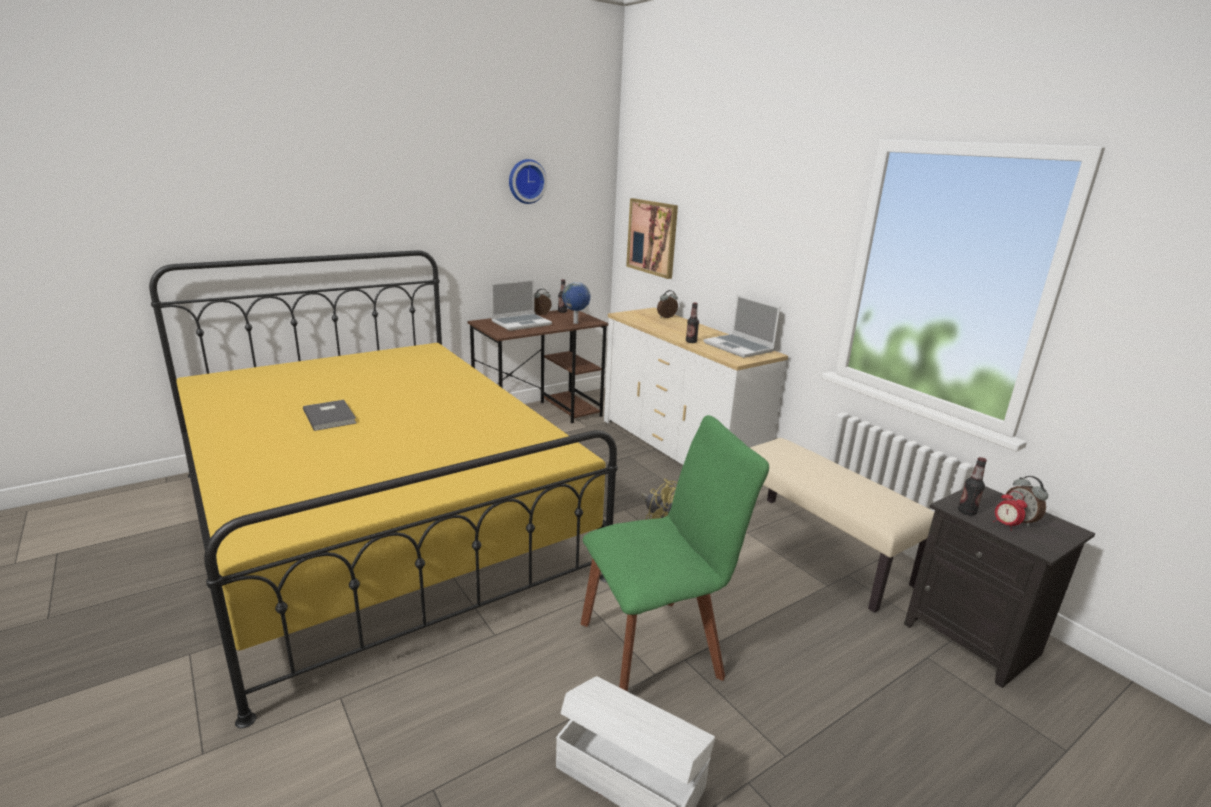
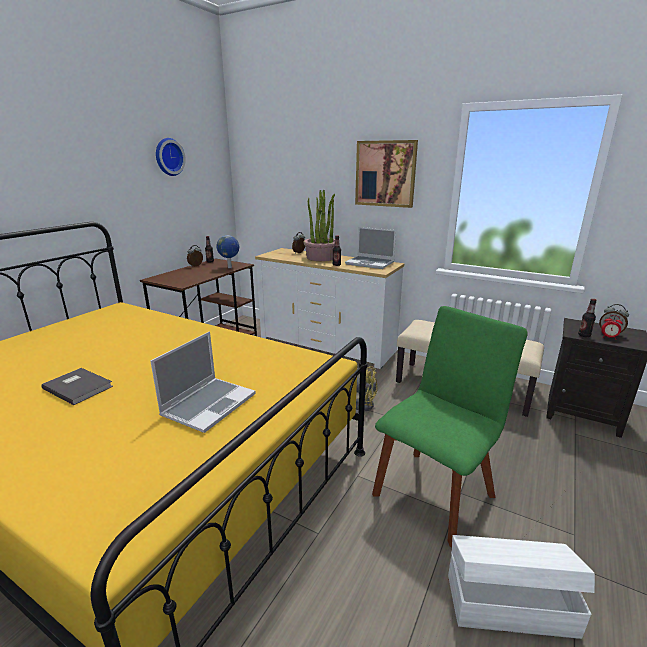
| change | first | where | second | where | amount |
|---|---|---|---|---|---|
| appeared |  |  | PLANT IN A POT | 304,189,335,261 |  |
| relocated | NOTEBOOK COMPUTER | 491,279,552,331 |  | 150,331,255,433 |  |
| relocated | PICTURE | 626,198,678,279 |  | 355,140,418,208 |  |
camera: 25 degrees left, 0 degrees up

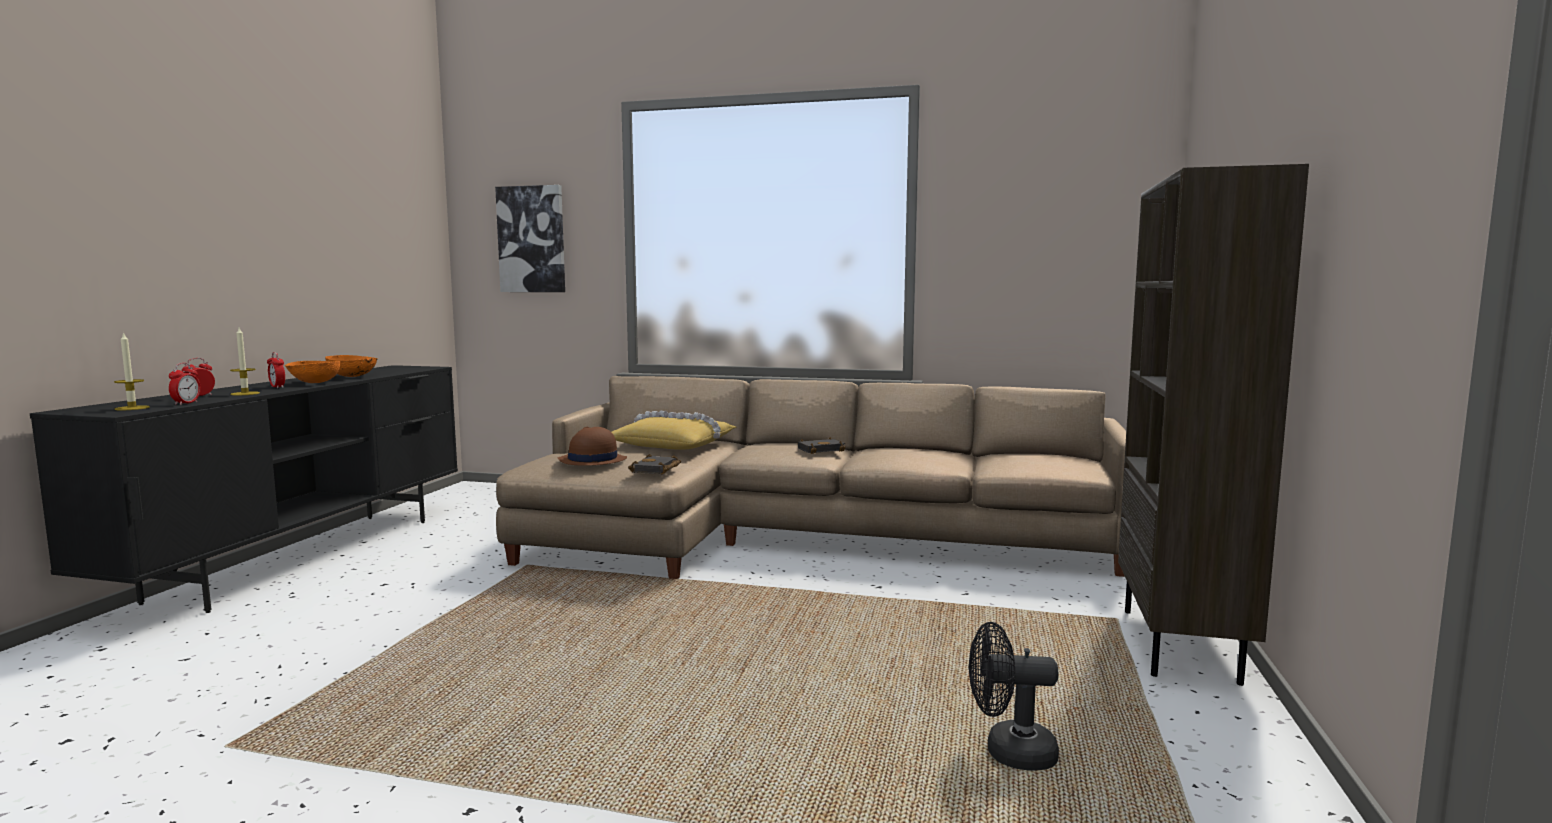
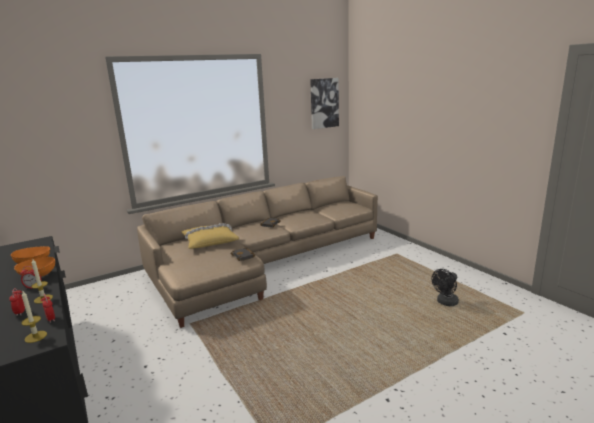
| change | first | where | second | where | amount |
|---|---|---|---|---|---|
| missing | BROWN WEARABLE HAT | 557,427,627,466 |  |  |  |
| missing | BROWN SHELVING UNIT | 1118,164,1309,686 |  |  |  |
| relocated | PICTURE | 495,185,565,292 |  | 310,78,339,129 |  |
camera: 45 degrees left, 10 degrees up

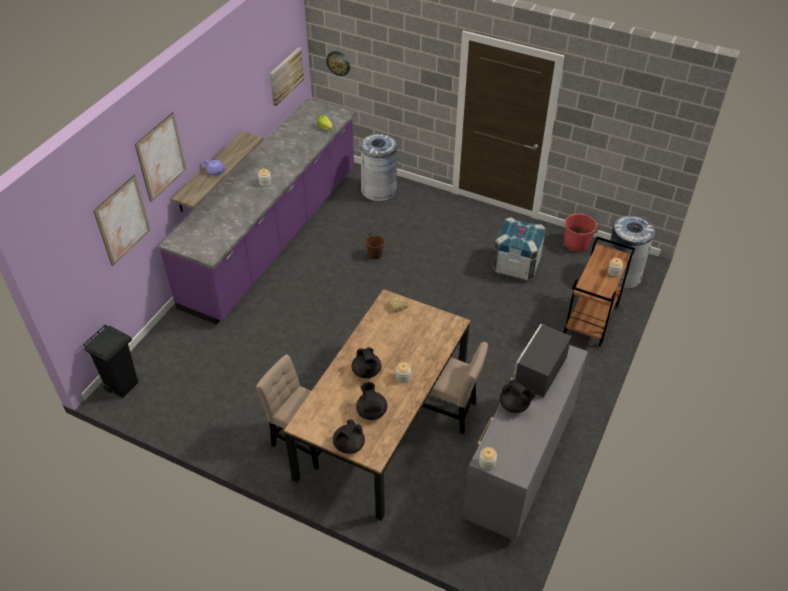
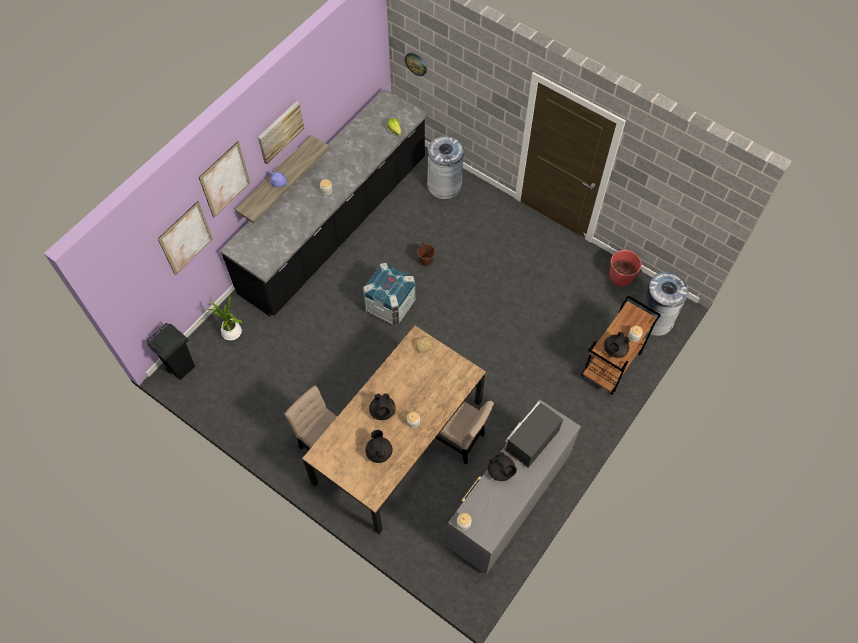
| change | first | where | second | where | amount |
|---|---|---|---|---|---|
| appeared |  |  | PLANT IN A POT | 206,297,243,340 |  |
| relocated | PICTURE | 270,47,304,106 |  | 258,101,304,164 |  |
| relocated | BLACK TEA POT | 333,419,365,454 |  | 604,332,630,358 |  |
| relocated | SHIPPING CRATE | 492,217,546,280 |  | 363,263,416,325 |  |
| colour | PURPLISH COUNTER | 159,98,355,325 | BLACK COUNTER | 220,89,428,316 |  |
camera: 10 degrees right, 15 degrees up

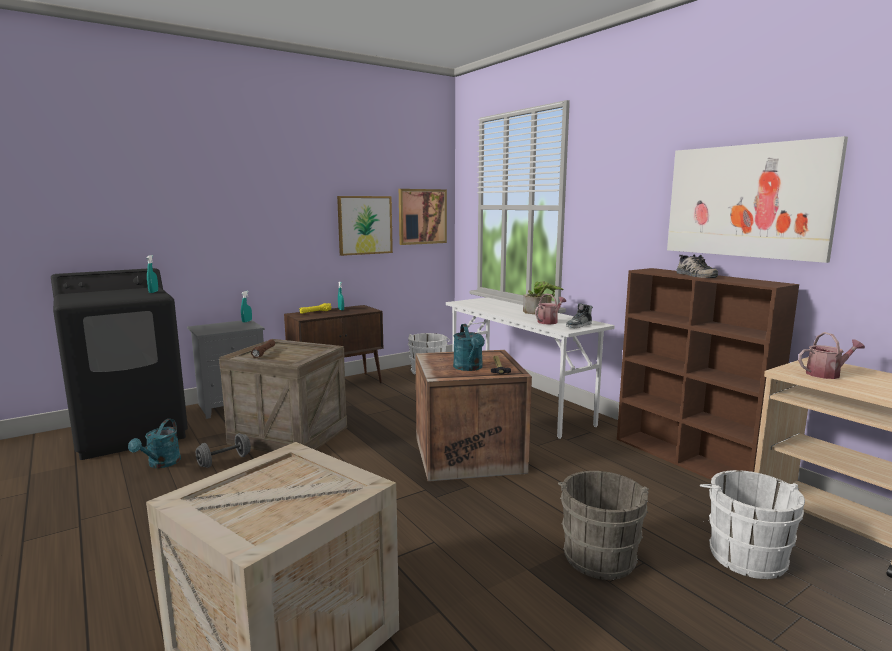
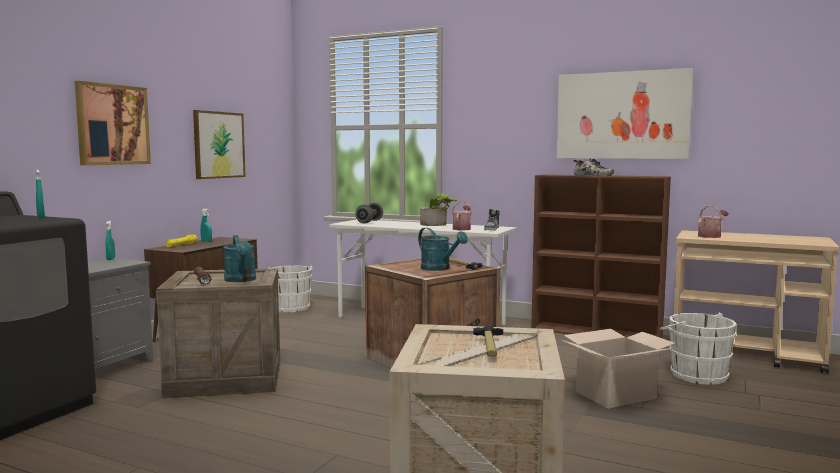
| change | first | where | second | where | amount |
|---|---|---|---|---|---|
| appeared |  |  | HAND HAMMER | 473,326,503,357 |  |
| relocated | TURQUOISE SPRINKLING CAN | 128,419,181,468 |  | 223,235,256,282 |  |
| relocated | GREYISH DUMBBELL | 196,433,251,468 |  | 355,203,383,223 |  |
| relocated | PICTURE | 399,189,447,245 |  | 75,81,151,165 |  |
| exchanged | GREYISH BUCKET | 558,471,649,580 | CARTON | 562,329,675,409 |  |
camera: 30 degrees left, 5 degrees down

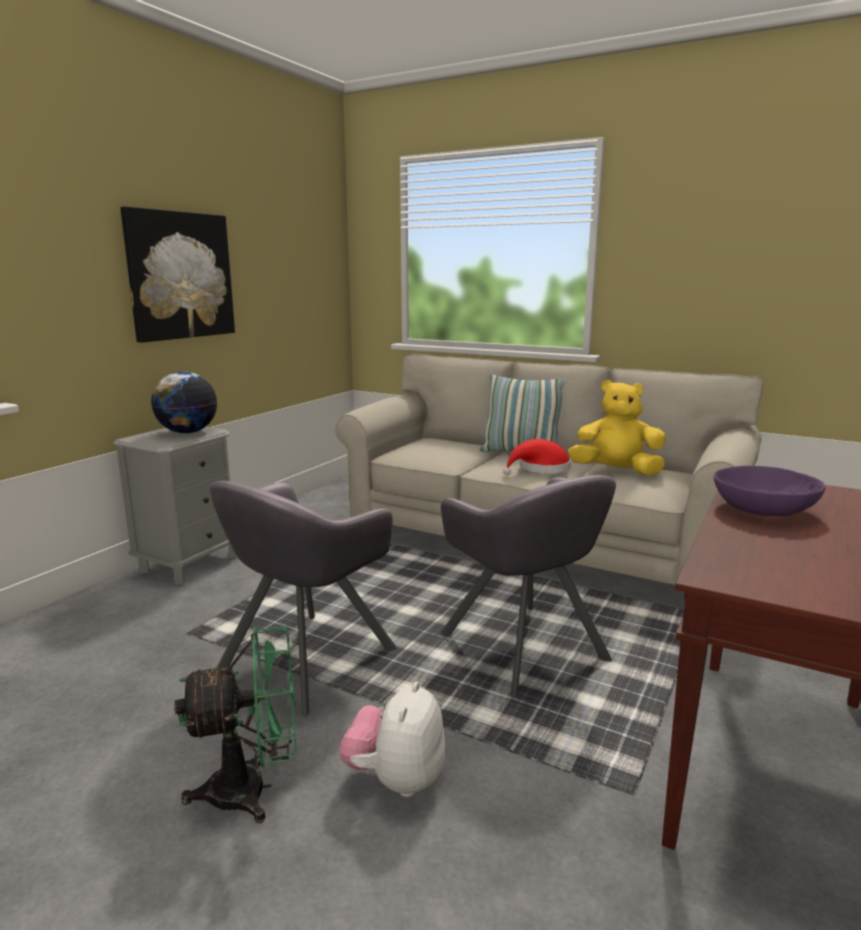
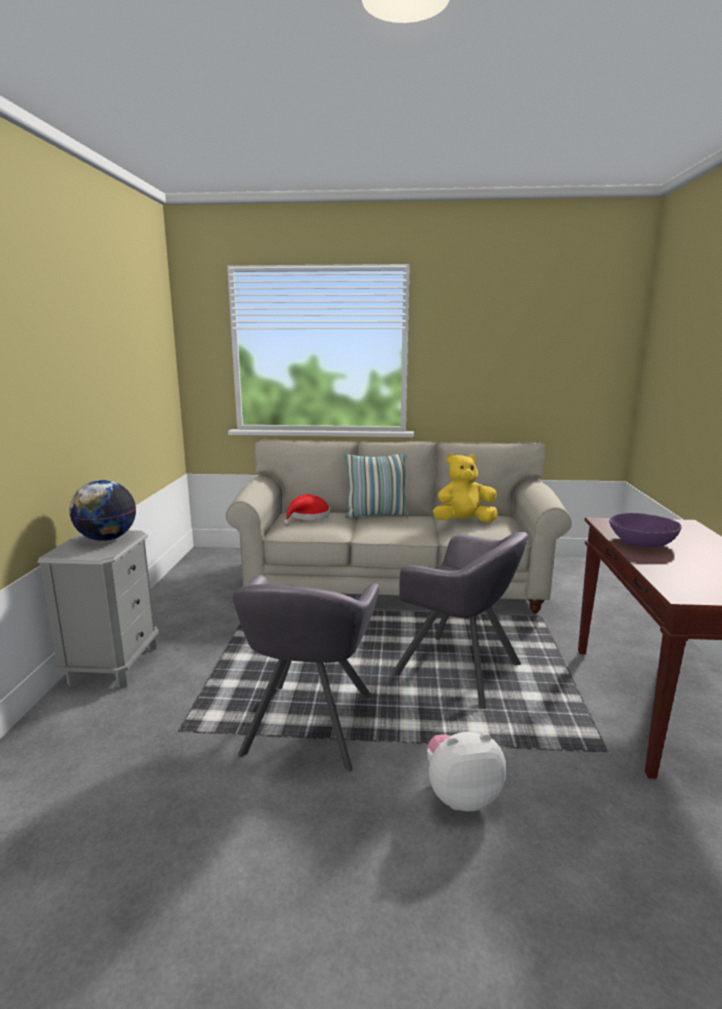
| change | first | where | second | where | amount |
|---|---|---|---|---|---|
| missing | PICTURE | 120,206,235,343 |  |  |  |
| missing | GREEN ELECTRIC FAN | 174,627,297,823 |  |  |  |
| relocated | REDDISH WEARABLE HAT | 503,439,571,475 |  | 284,494,330,525 |  |
| spun | SOFT TOY | 339,681,445,797 |  | 427,731,506,811 | 90 degrees clockwise |
camera: 25 degrees left, 0 degrees up

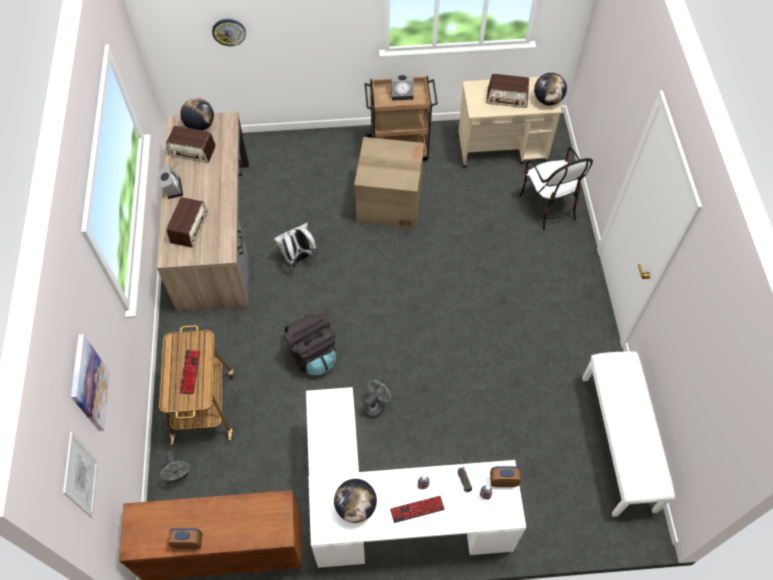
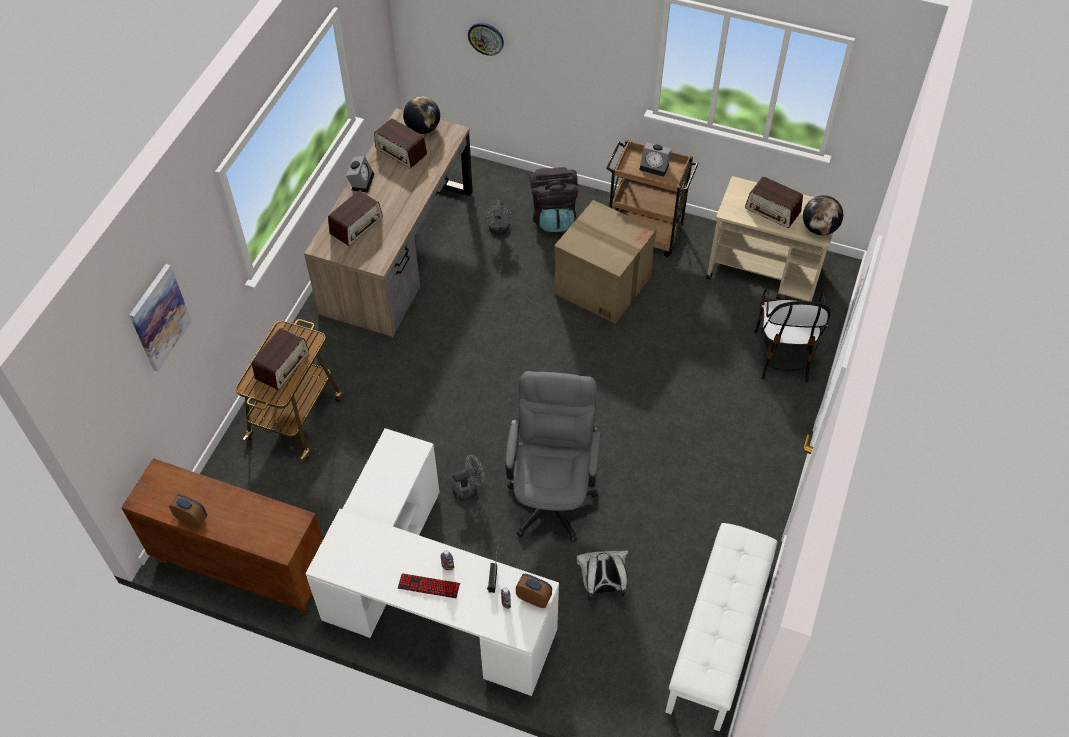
| change | first | where | second | where | amount |
|---|---|---|---|---|---|
| missing | PICTURE | 63,432,98,518 |  |  |  |
| missing | WORLD GLOBE | 334,479,377,523 |  |  |  |
| appeared |  |  | GREYISH OFFICE CHAIR | 505,371,601,542 |  |
| relocated | GREYISH ELECTRIC FAN | 160,451,190,481 |  | 484,200,512,235 |  |
| relocated | WHITE-COLOURED KNAPSACK | 274,223,317,267 |  | 576,551,628,601 |  |
| relocated | BLACK KNAPSACK | 284,314,336,376 |  | 530,167,578,232 |  |
| exchanged | KEYBOARD | 179,350,200,394 | RADIO | 252,328,309,390 |  |
camera: 25 degrees right, 5 degrees down

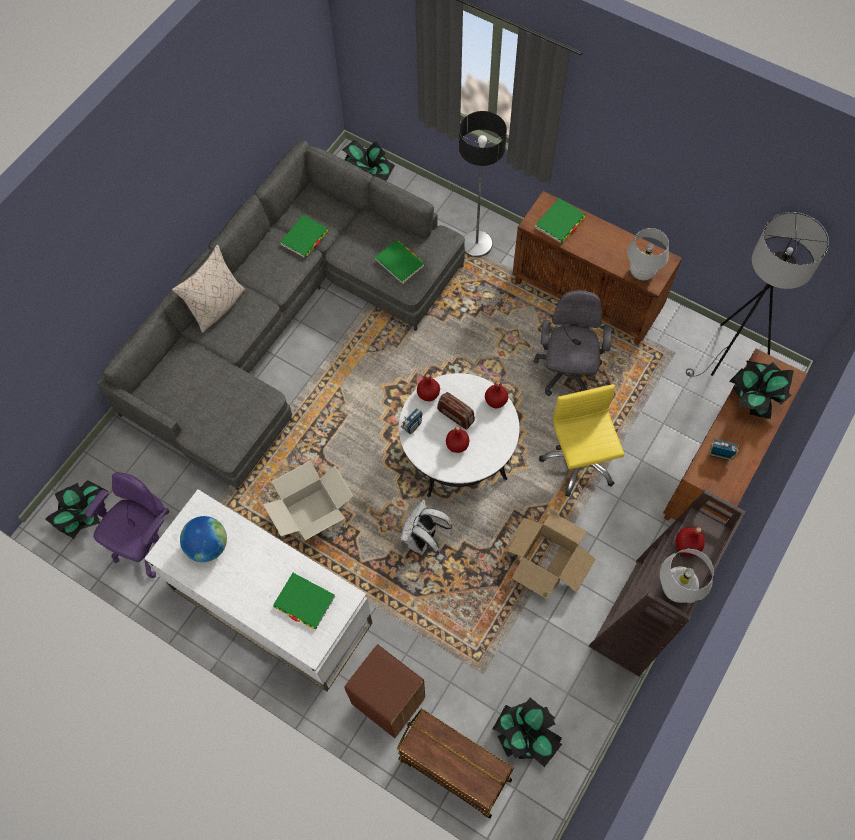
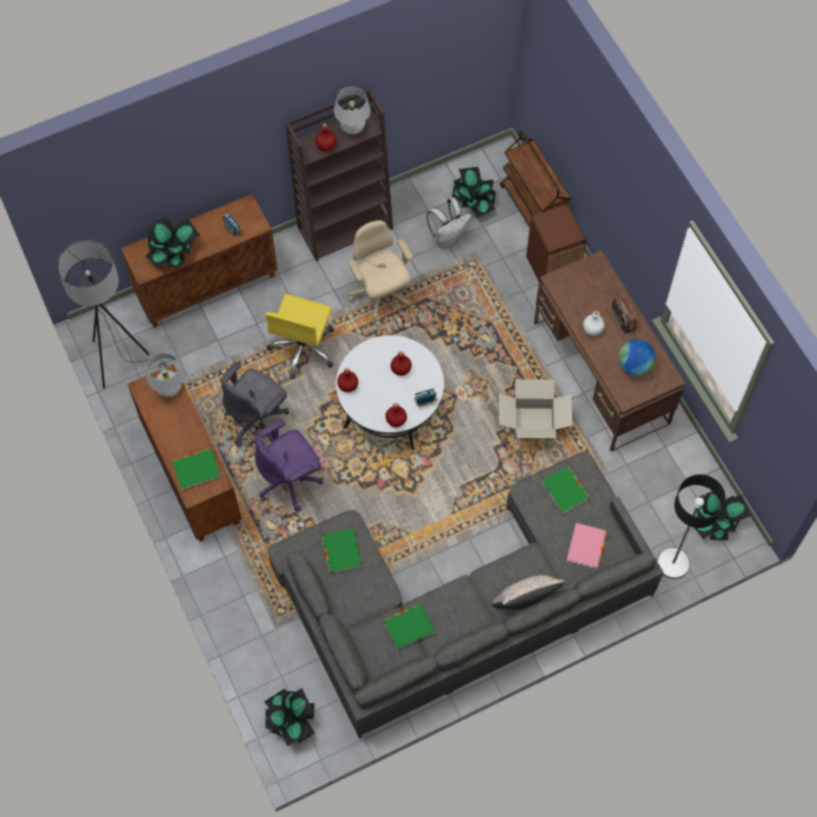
| change | first | where | second | where | amount |
|---|---|---|---|---|---|
| appeared |  |  | PINKISH VOLUME | 567,523,607,569 |  |
| appeared |  |  | WHITE-COLOURED BEVERAGE BOTTLE | 583,310,604,336 |  |
| relocated | PURPLISH OFFICE CHAIR | 85,472,169,578 |  | 255,419,323,512 |  |
| relocated | GREEN VOLUME | 273,573,335,629 |  | 542,466,589,514 |  |
| relocated | WHITE-COLOURED KNAPSACK | 401,499,452,557 |  | 427,198,472,249 |  |
| relocated | RADIO | 437,392,475,430 |  | 612,294,637,334 |  |
| relocated | STANDARD LAMP | 459,111,507,257 |  | 657,474,726,579 |  |
| exchanged | CARTON | 504,512,596,599 | BEIGE OFFICE CHAIR | 348,220,413,322 |  |
| colour | WHITE-COLOURED DESK UNIT | 144,489,372,691 | BROWN DESK UNIT | 534,250,686,451 |  |
camera: 150 degrees left, 0 degrees up

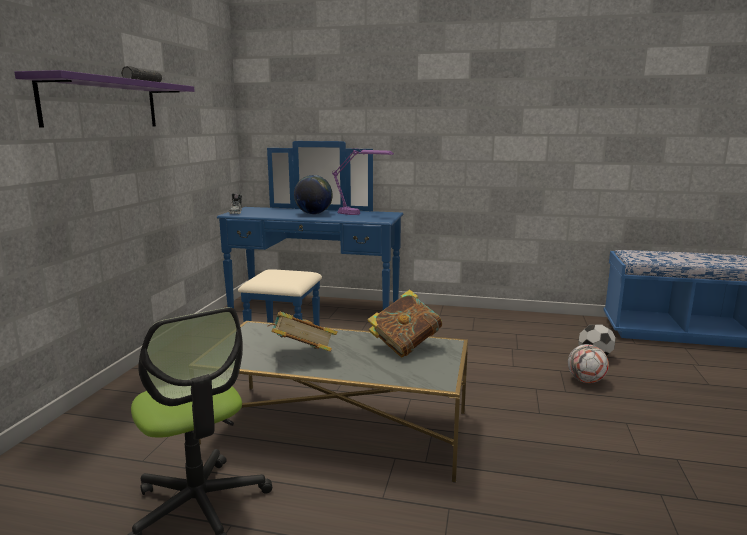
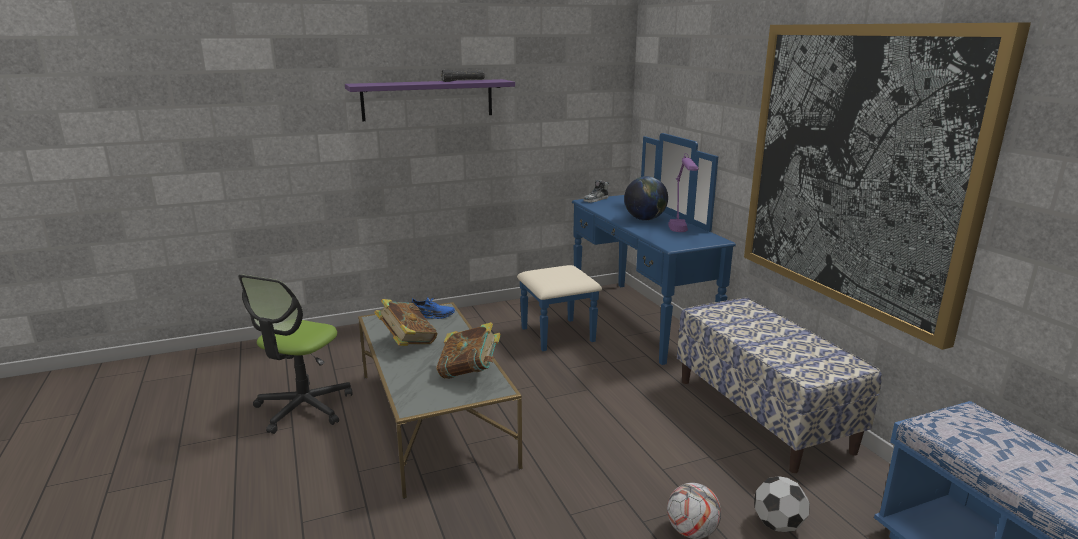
| change | first | where | second | where | amount |
|---|---|---|---|---|---|
| appeared |  |  | BLUISH ITEM OF FOOTWEAR | 411,297,455,319 |  |
| appeared |  |  | INDOOR BENCH | 677,297,882,473 |  |
| appeared |  |  | PICTURE | 744,23,1031,350 |  |
camera: 55 degrees right, 5 degrees up

